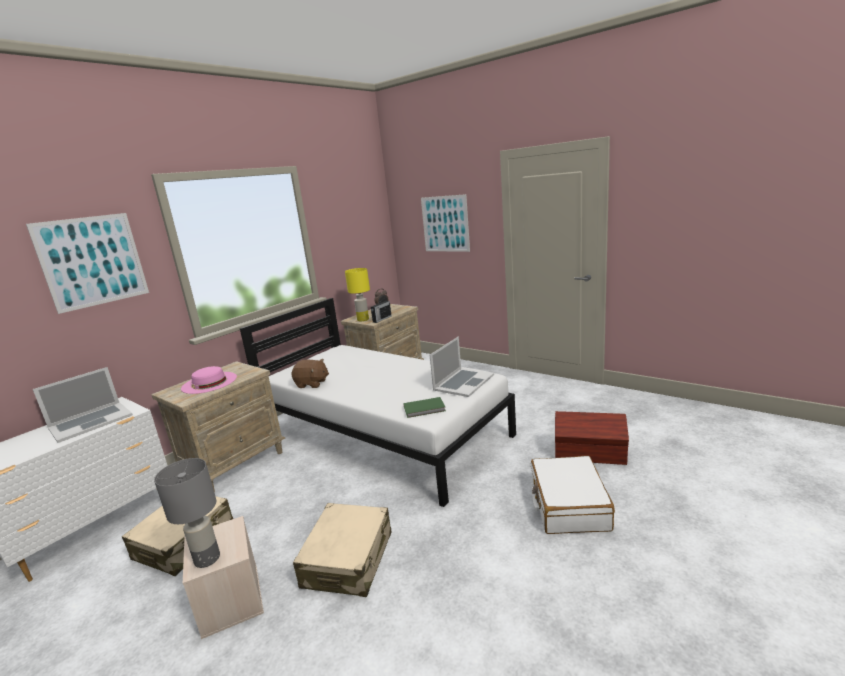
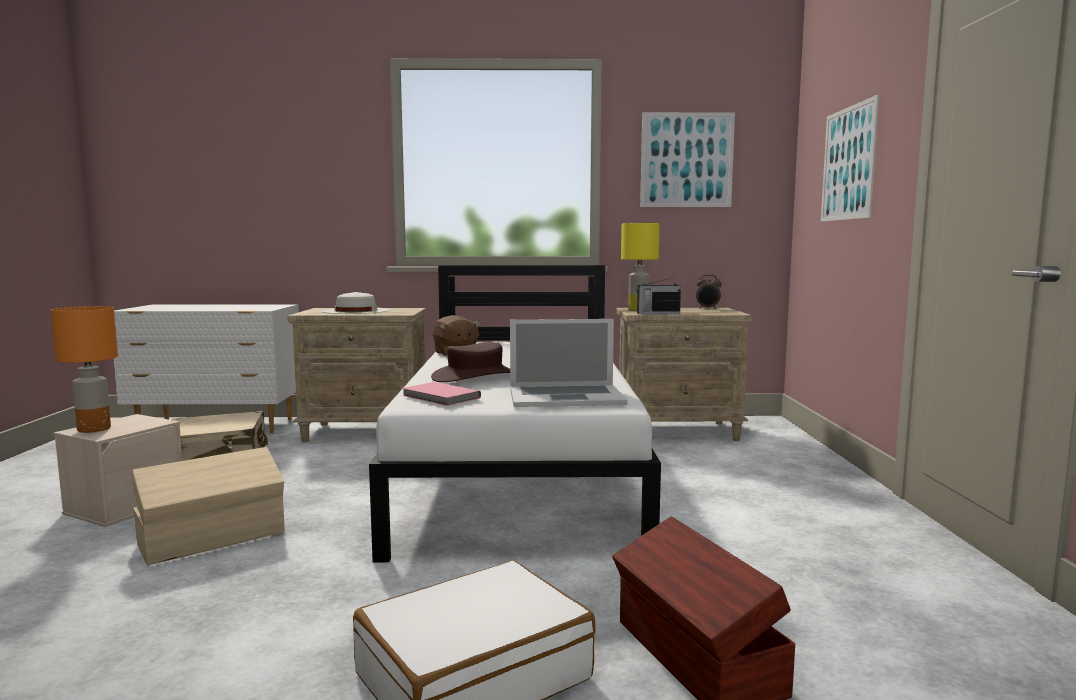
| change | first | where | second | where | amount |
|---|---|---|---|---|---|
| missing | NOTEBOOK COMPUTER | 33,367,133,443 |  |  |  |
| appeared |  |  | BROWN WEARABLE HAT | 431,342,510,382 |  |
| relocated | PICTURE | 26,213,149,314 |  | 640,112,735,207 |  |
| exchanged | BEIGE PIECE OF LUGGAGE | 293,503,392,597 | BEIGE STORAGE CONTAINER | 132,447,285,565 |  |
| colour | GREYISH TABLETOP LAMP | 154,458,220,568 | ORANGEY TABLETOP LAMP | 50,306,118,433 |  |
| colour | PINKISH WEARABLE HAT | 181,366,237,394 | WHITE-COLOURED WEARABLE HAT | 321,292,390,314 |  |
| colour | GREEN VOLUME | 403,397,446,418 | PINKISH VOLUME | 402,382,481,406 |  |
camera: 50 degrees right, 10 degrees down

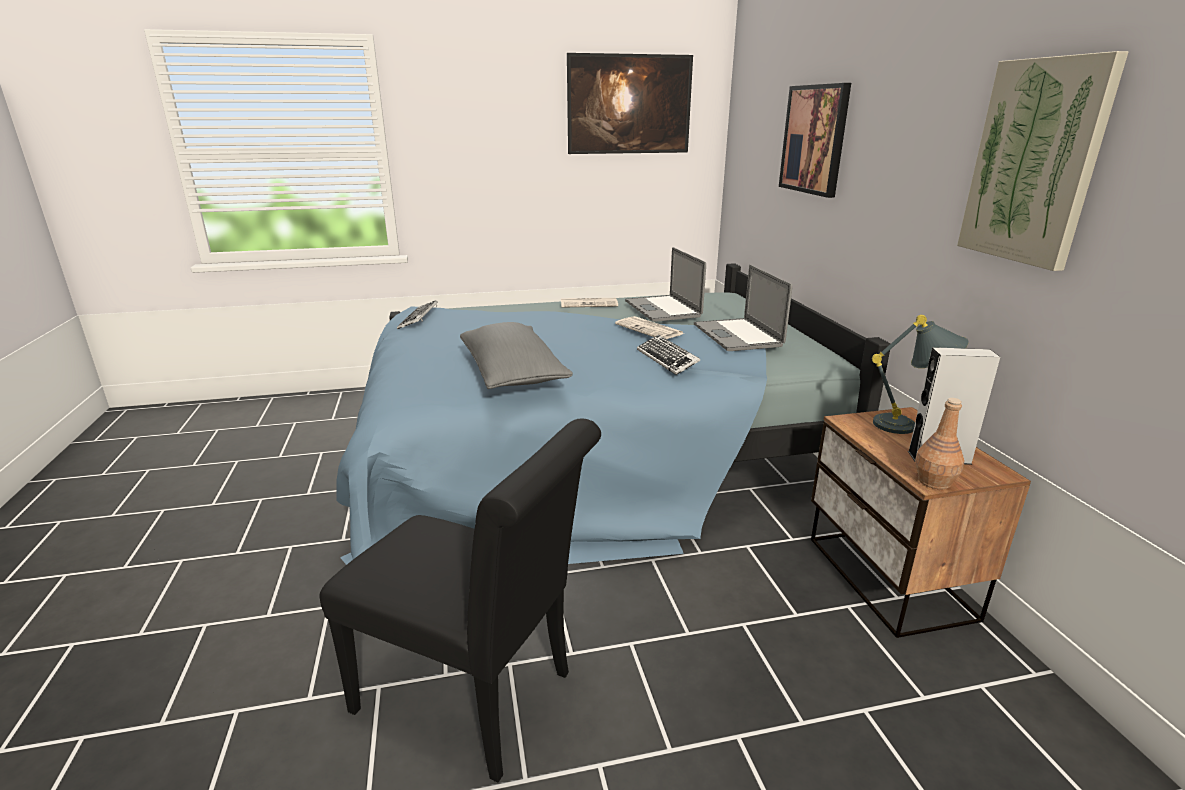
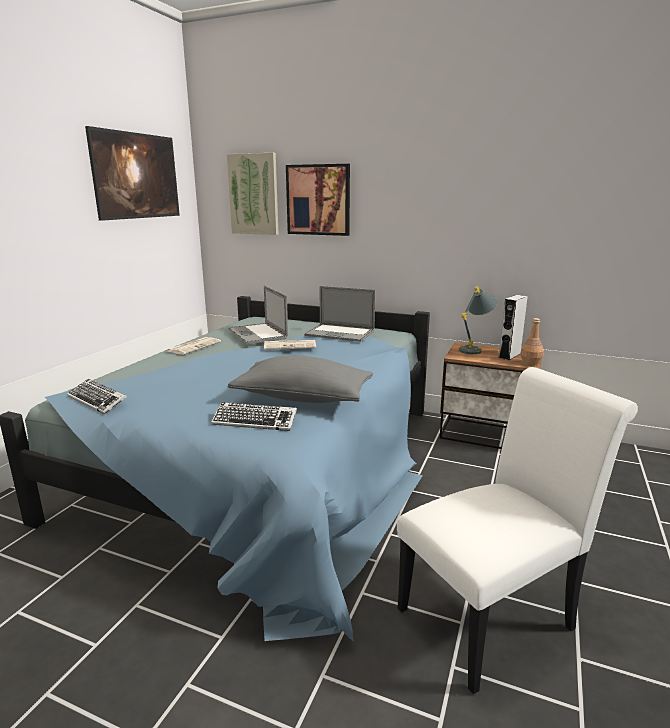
| change | first | where | second | where | amount |
|---|---|---|---|---|---|
| relocated | KEYBOARD | 637,335,700,375 |  | 212,402,297,431 |  |
| relocated | PICTURE | 957,51,1129,271 |  | 227,153,279,235 |  |
| colour | BLACK PLAIN CHAIR | 319,419,601,782 | WHITE-COLOURED PLAIN CHAIR | 397,367,638,694 |  |
| spun | NOTEBOOK COMPUTER | 625,247,706,322 |  | 229,286,288,344 | 45 degrees clockwise |
camera: 55 degrees left, 5 degrees down

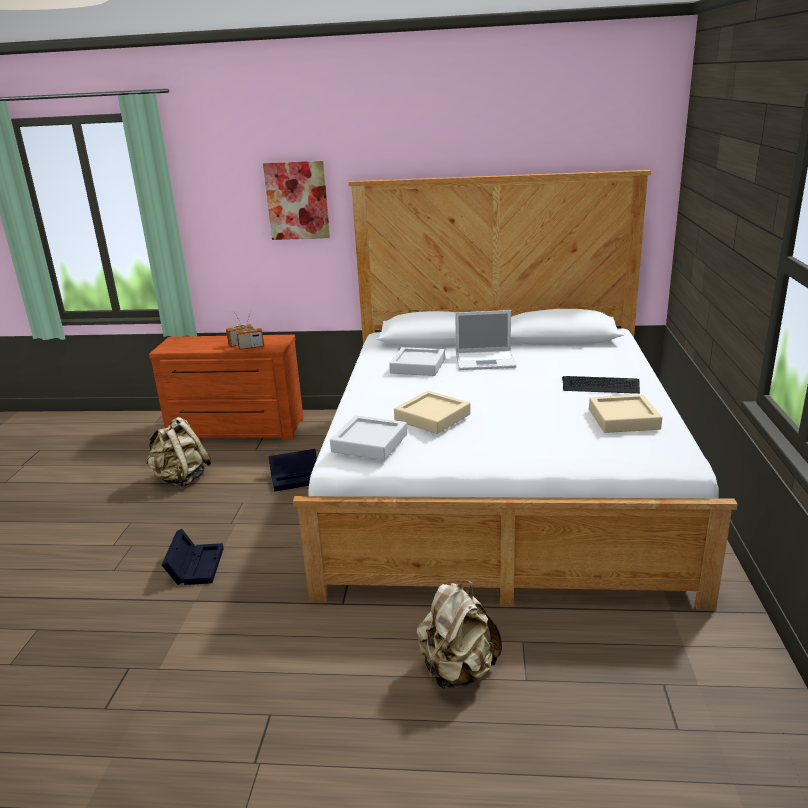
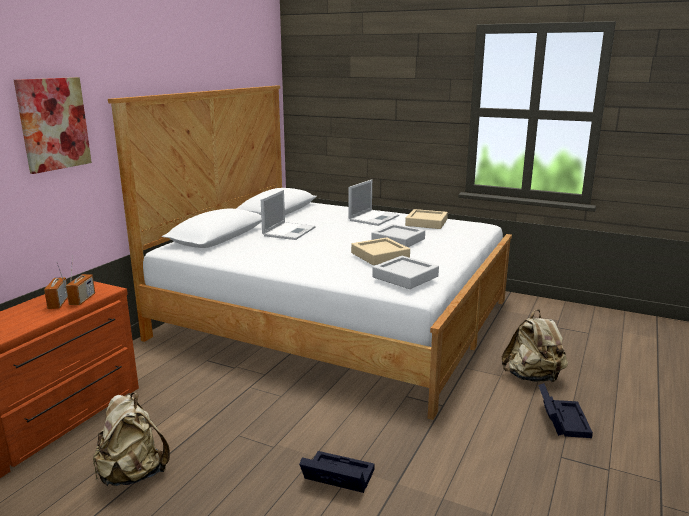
| change | first | where | second | where | amount |
|---|---|---|---|---|---|
| relocated | BLACK STORAGE CONTAINER | 268,449,317,492 |  | 538,383,593,438 |  |
| relocated | GREYISH SERVING TRAY | 389,347,445,376 |  | 371,224,425,247 |  |
| exchanged | KEYBOARD | 562,376,640,394 | NOTEBOOK COMPUTER | 348,179,399,226 |  |
camera: 70 degrees left, 5 degrees down

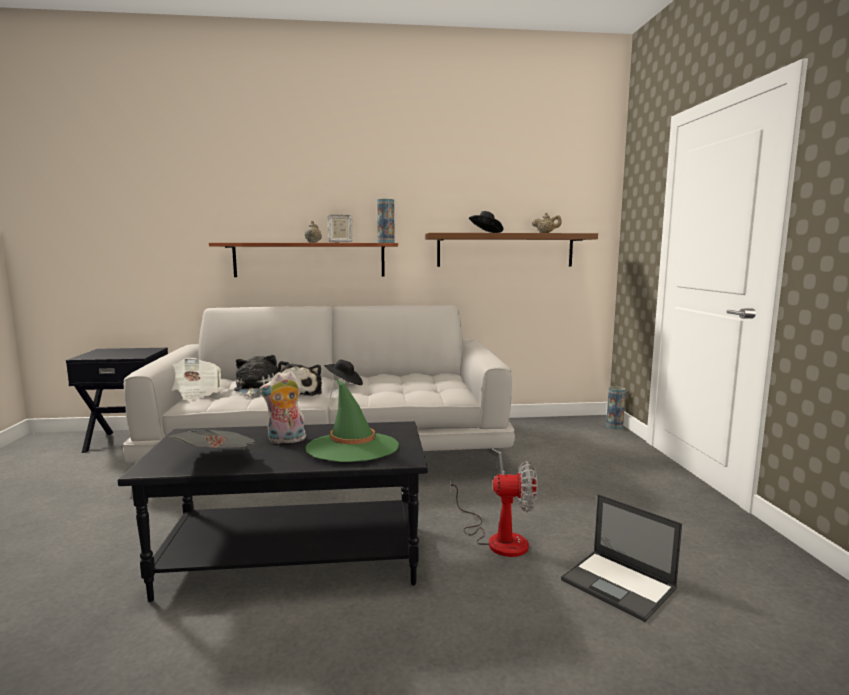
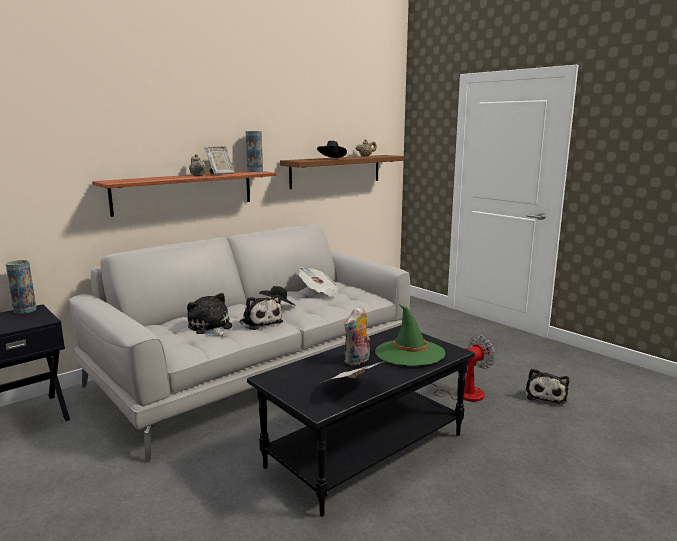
| change | first | where | second | where | amount |
|---|---|---|---|---|---|
| relocated | NEWSPAPER | 172,358,221,401 |  | 298,267,339,298 |  |
| relocated | VASE | 606,386,626,429 |  | 6,260,36,314 |  |
| exchanged | NOTEBOOK COMPUTER | 561,494,682,622 | SOFT TOY | 525,368,569,405 |  |
camera: 35 degrees left, 5 degrees up

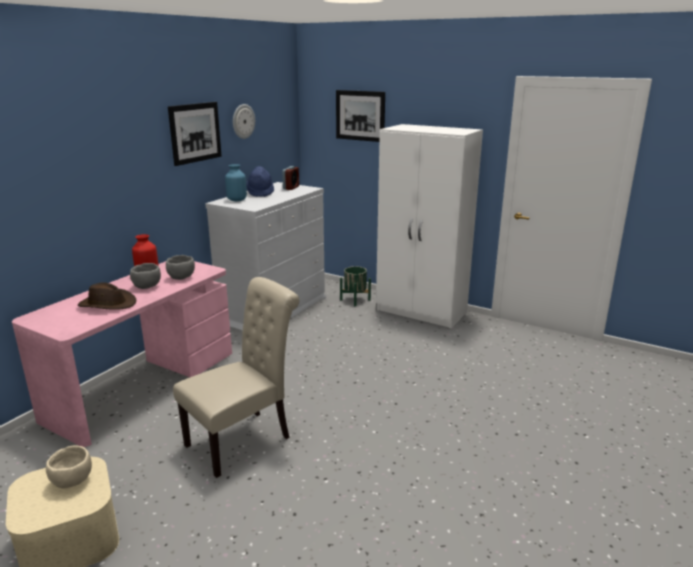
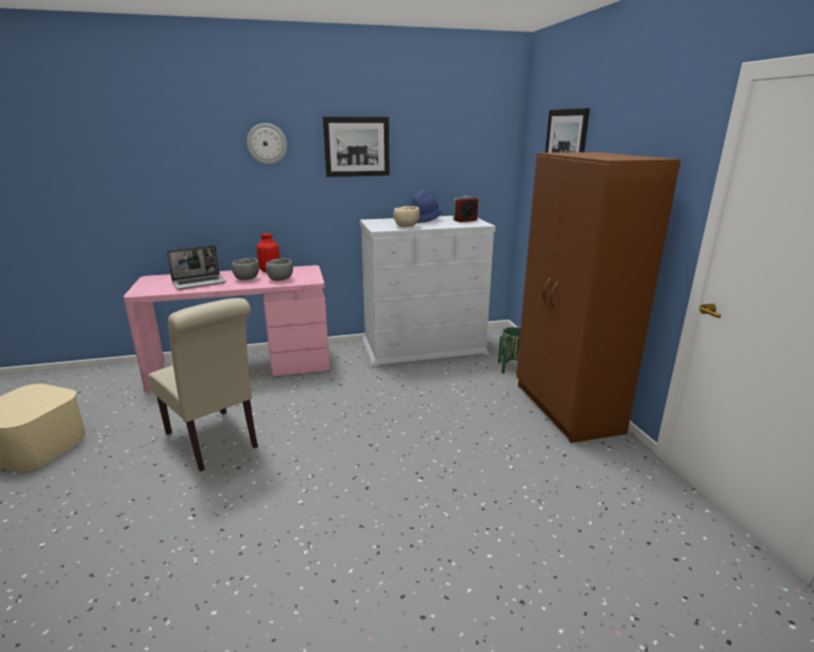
| change | first | where | second | where | amount |
|---|---|---|---|---|---|
| missing | BLUISH VASE | 225,164,247,201 |  |  |  |
| relocated | BEIGE SERVING BOWL | 46,445,92,488 |  | 394,206,420,227 |  |
| relocated | HANGING CLOCK | 233,104,255,139 |  | 247,123,287,164 |  |
| exchanged | BROWN WEARABLE HAT | 78,282,136,310 | NOTEBOOK COMPUTER | 167,245,226,290 |  |
| colour | WHITE-COLOURED WARDROBE | 376,124,483,328 | BROWN WARDROBE | 516,152,681,443 |  |
| spun | BEIGE PLAIN CHAIR | 173,277,300,478 |  | 148,298,258,472 | 45 degrees clockwise |
camera: 45 degrees right, 0 degrees up

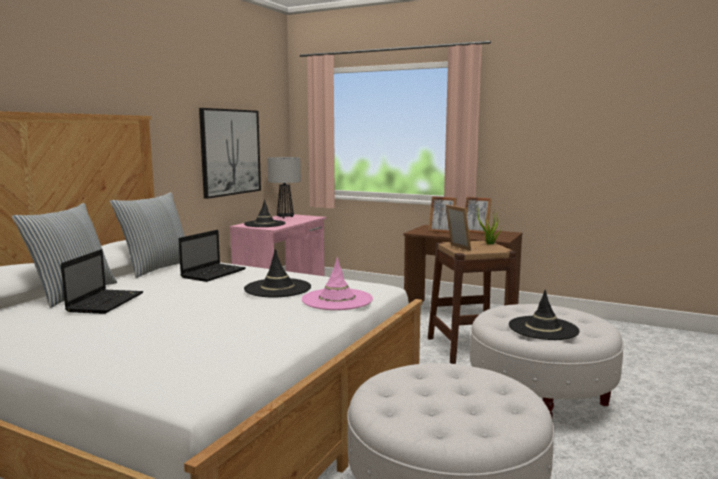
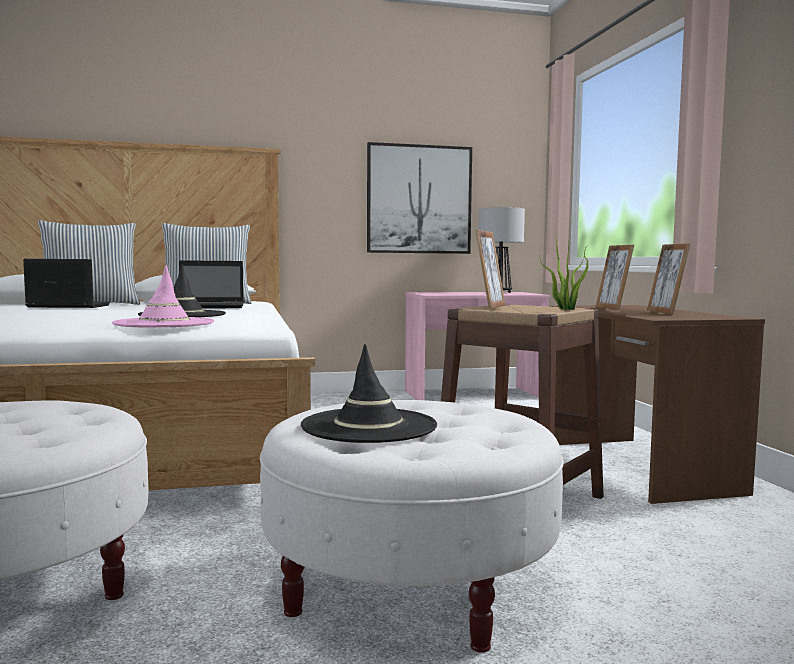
| change | first | where | second | where | amount |
|---|---|---|---|---|---|
| missing | BLACK WEARABLE HAT | 244,199,285,227 |  |  |  |
| spun | NOTEBOOK COMPUTER | 61,249,143,314 |  | 23,259,110,308 | 150 degrees counterclockwise |
camera: 50 degrees right, 5 degrees down

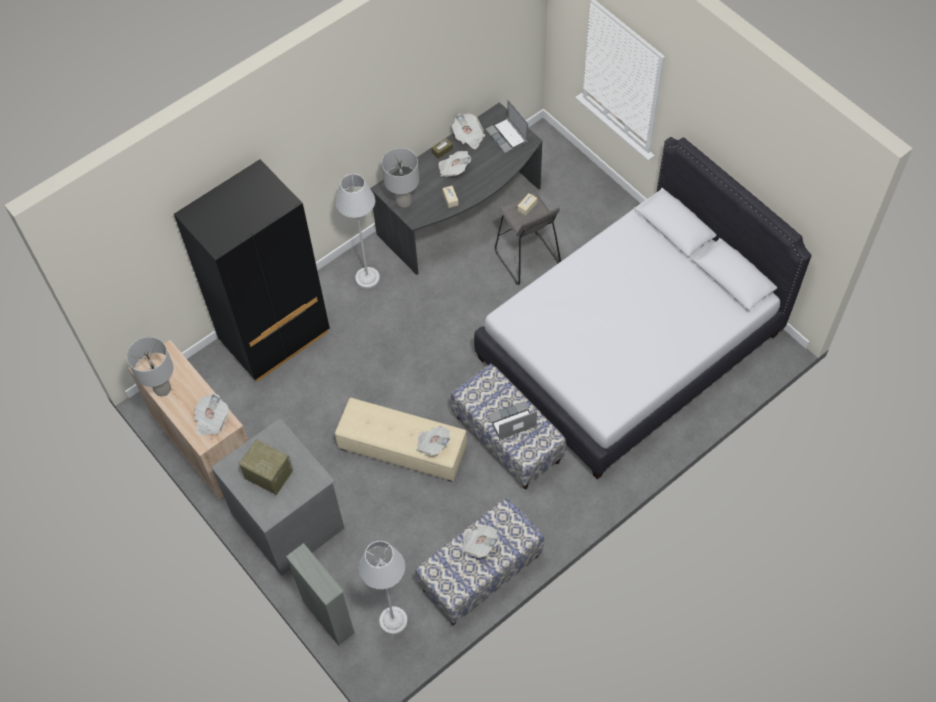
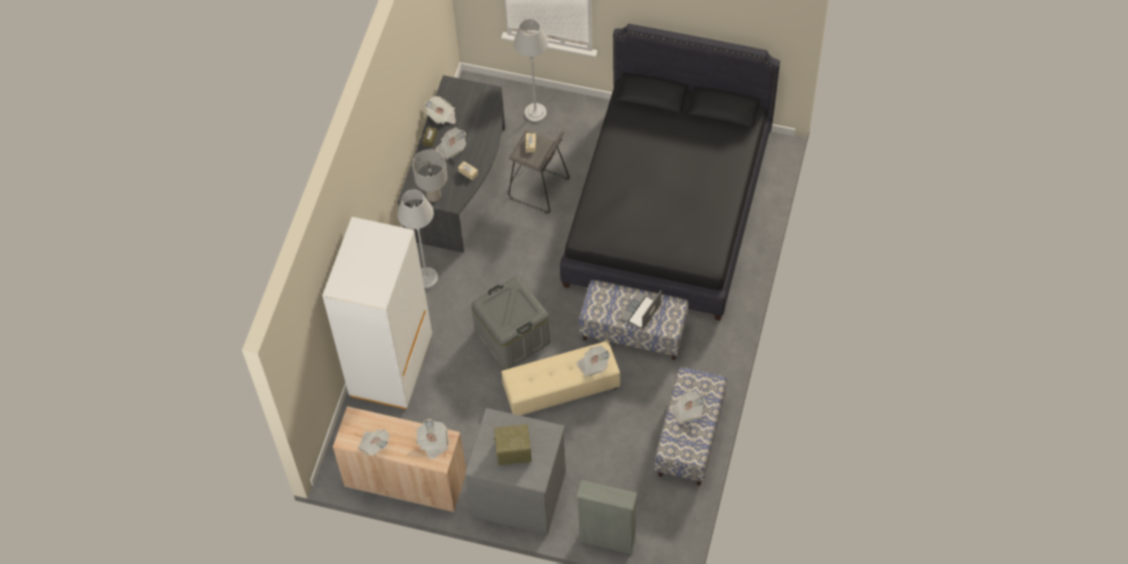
| change | first | where | second | where | amount |
|---|---|---|---|---|---|
| missing | NOTEBOOK COMPUTER | 485,100,528,153 |  |  |  |
| appeared |  |  | GREYISH STORAGE CONTAINER | 471,277,550,369 |  |
| relocated | GREYISH STANDARD LAMP | 358,541,407,634 |  | 514,19,548,122 |  |
| exchanged | GREYISH TABLETOP LAMP | 127,337,173,396 | NEWSPAPER | 358,429,390,456 |  |
| colour | BLACK WARDROBE | 174,159,330,382 | WHITE-COLOURED WARDROBE | 322,217,432,410 |  |
| colour | WHITE-COLOURED BEDROOM BED | 474,137,812,480 | BLACK BEDROOM BED | 560,24,780,320 |  |
camera: 35 degrees left, 0 degrees up

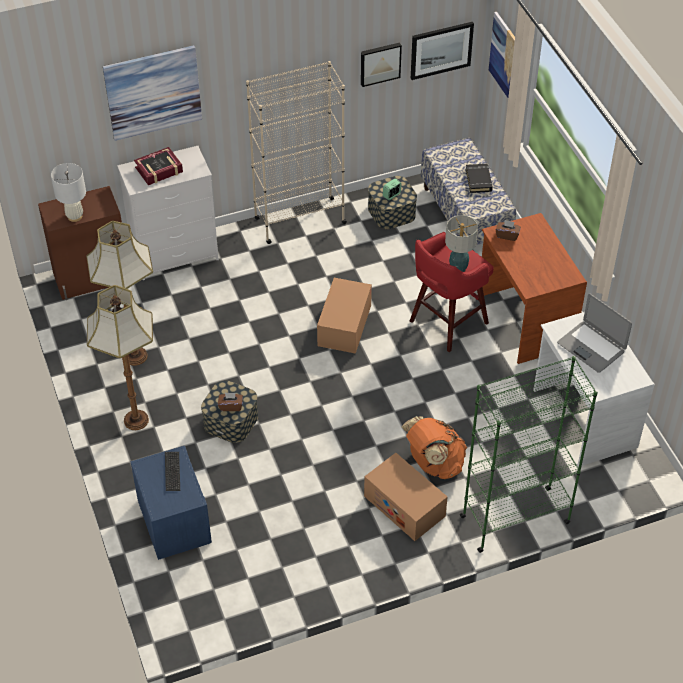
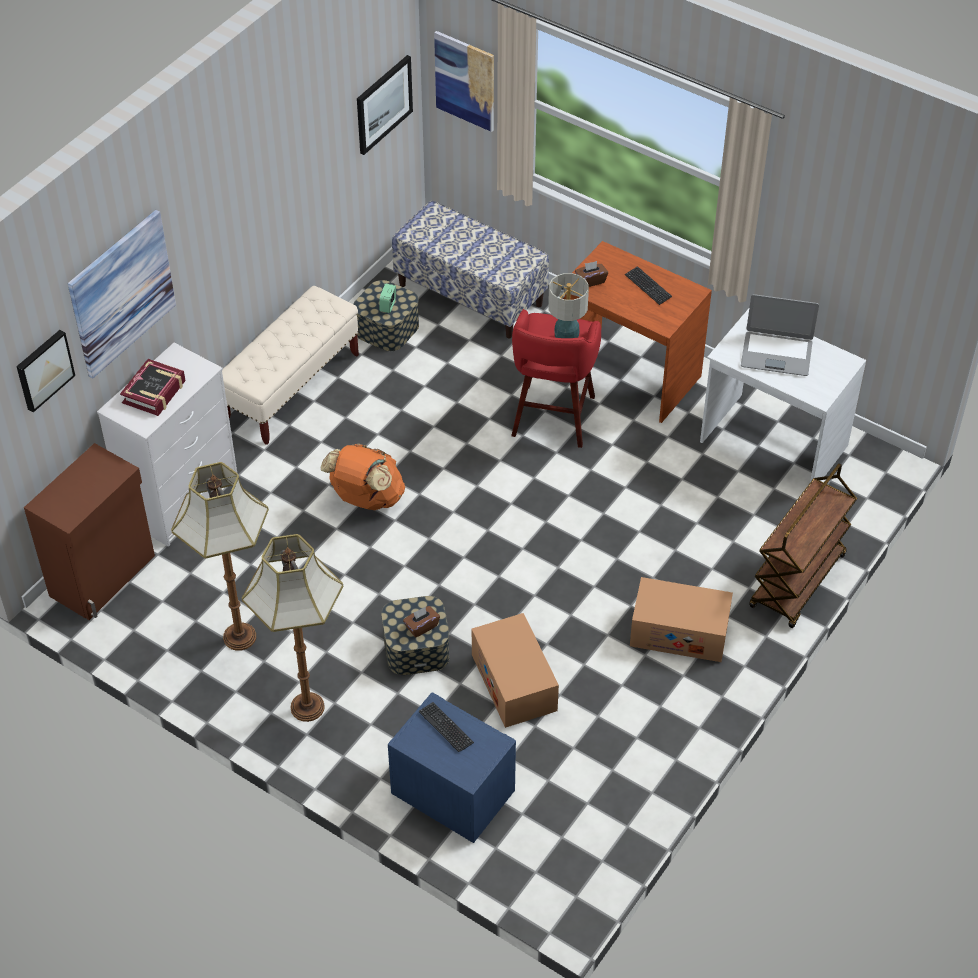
| change | first | where | second | where | amount |
|---|---|---|---|---|---|
| missing | WHITE-COLOURED TABLETOP LAMP | 51,163,86,222 |  |  |  |
| missing | BLACK VOLUME | 466,164,493,193 |  |  |  |
| appeared |  |  | KEYBOARD | 625,266,672,305 |  |
| relocated | CARTON | 317,278,372,354 |  | 472,613,559,728 |  |
| relocated | PICTURE | 361,43,402,87 |  | 16,330,75,412 |  |
| relocated | ORANGEY KNAPSACK | 402,416,467,479 |  | 320,444,405,510 |  |
| exchanged | BEIGE SHELVING UNIT | 246,61,347,244 | BEIGE INDOOR BENCH | 222,286,359,445 |  |
| exchanged | GREEN SHELVING UNIT | 460,356,598,553 | BROWN CART | 749,463,857,628 |  |
camera: 35 degrees left, 0 degrees up

